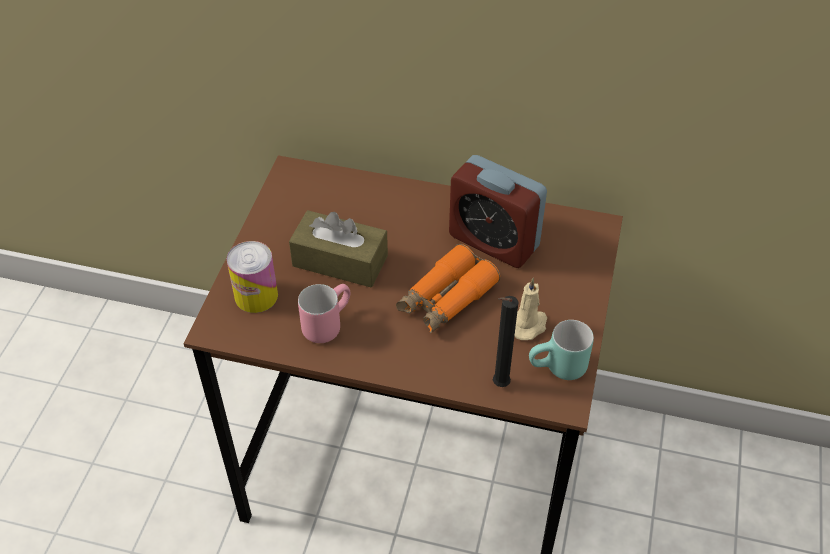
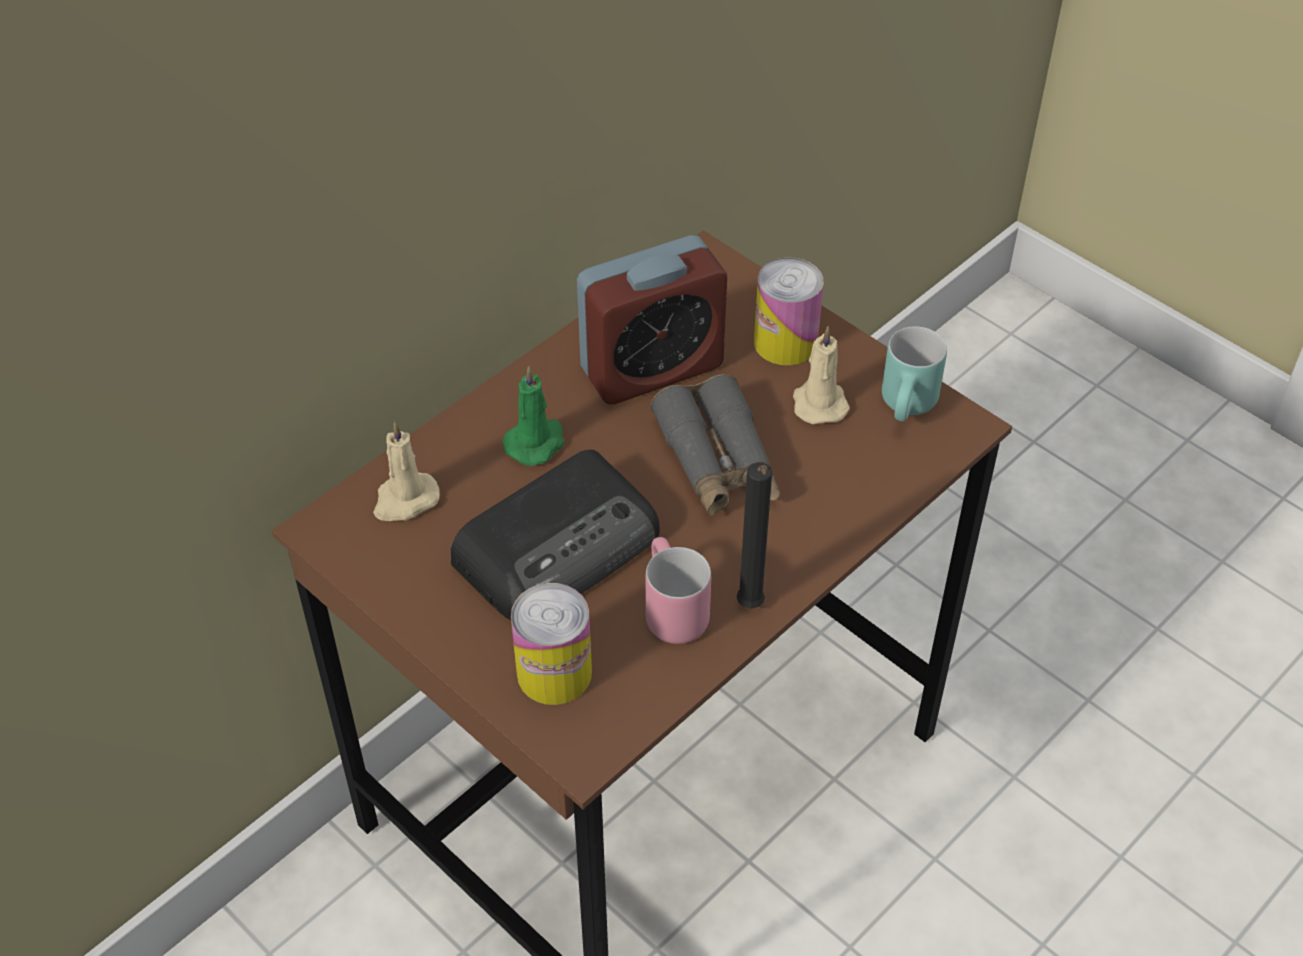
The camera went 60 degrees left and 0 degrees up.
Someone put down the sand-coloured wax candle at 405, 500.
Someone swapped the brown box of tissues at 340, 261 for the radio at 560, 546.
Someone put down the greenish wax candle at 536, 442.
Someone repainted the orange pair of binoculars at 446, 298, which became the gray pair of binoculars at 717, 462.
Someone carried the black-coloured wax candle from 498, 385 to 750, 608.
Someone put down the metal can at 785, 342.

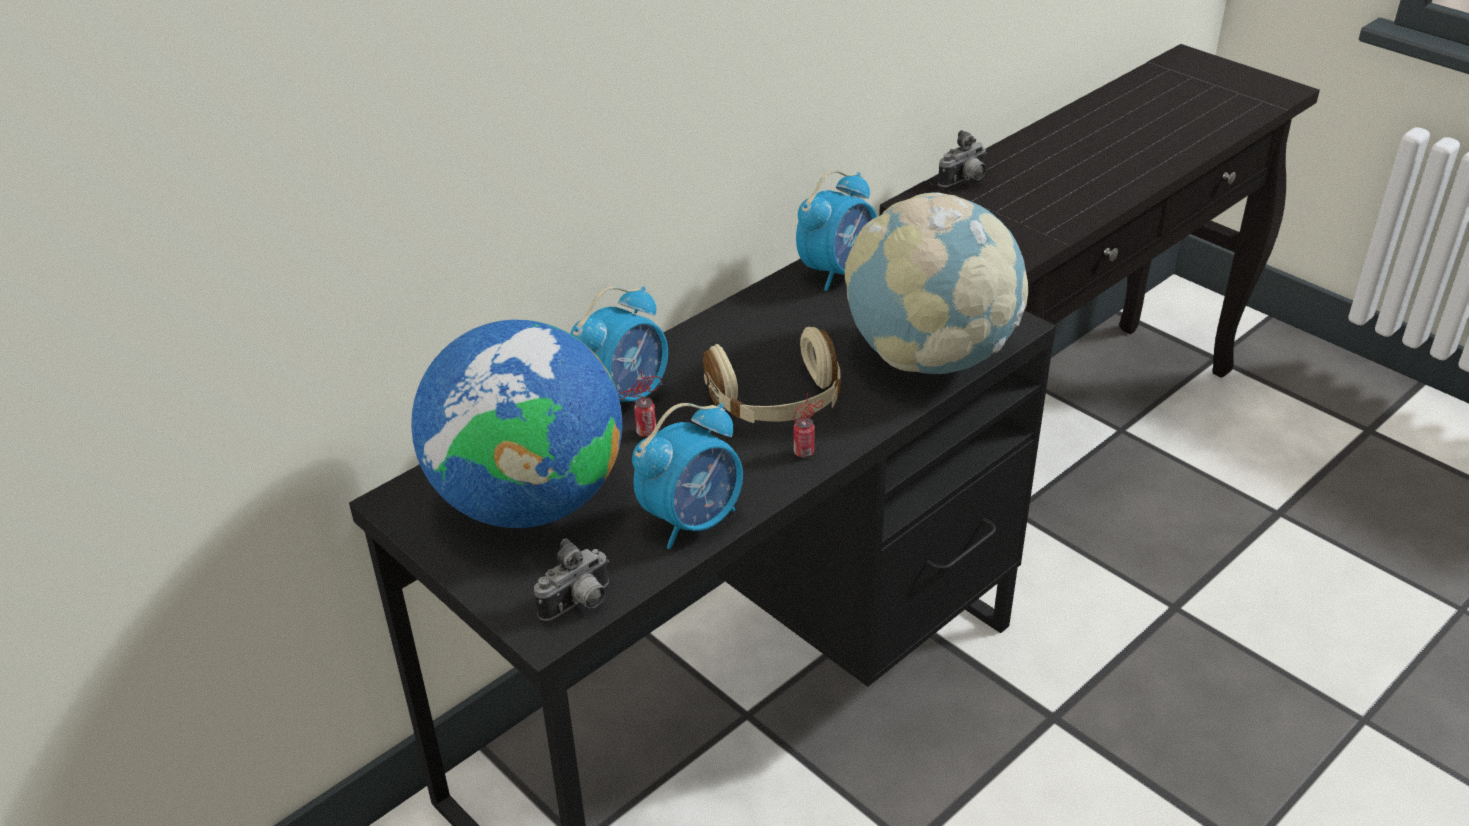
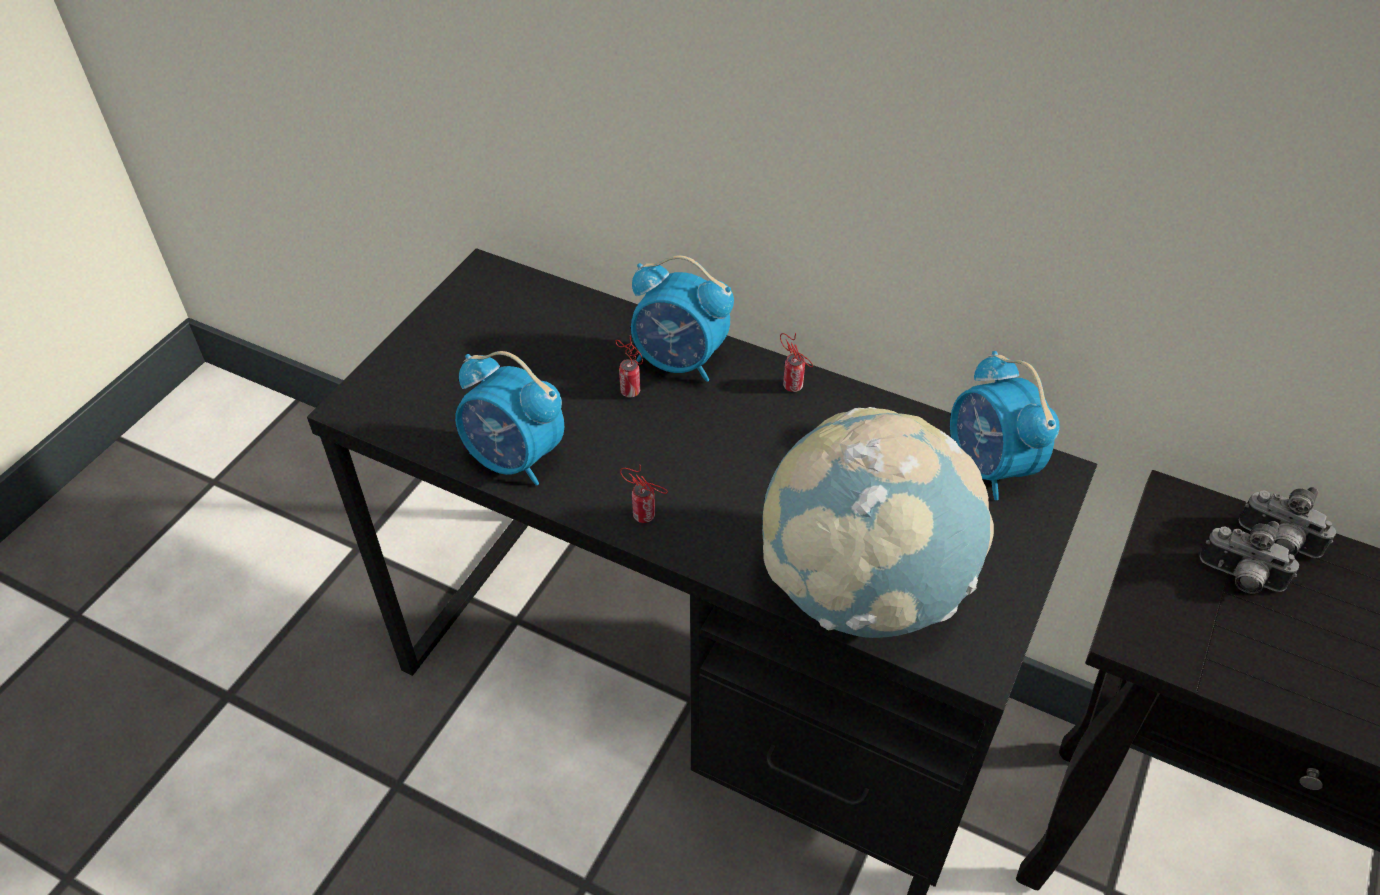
The camera went 70 degrees right and 10 degrees up.
Someone put down the metal can at 794, 388.
Someone rotated the bedside clock at 838, 271 by 45 degrees clockwise.
Someone carried the photo camera from 579, 604 to 1239, 579.
Someone took away the globe at 528, 501.
Someone took away the sand-coloured headset at 777, 402.

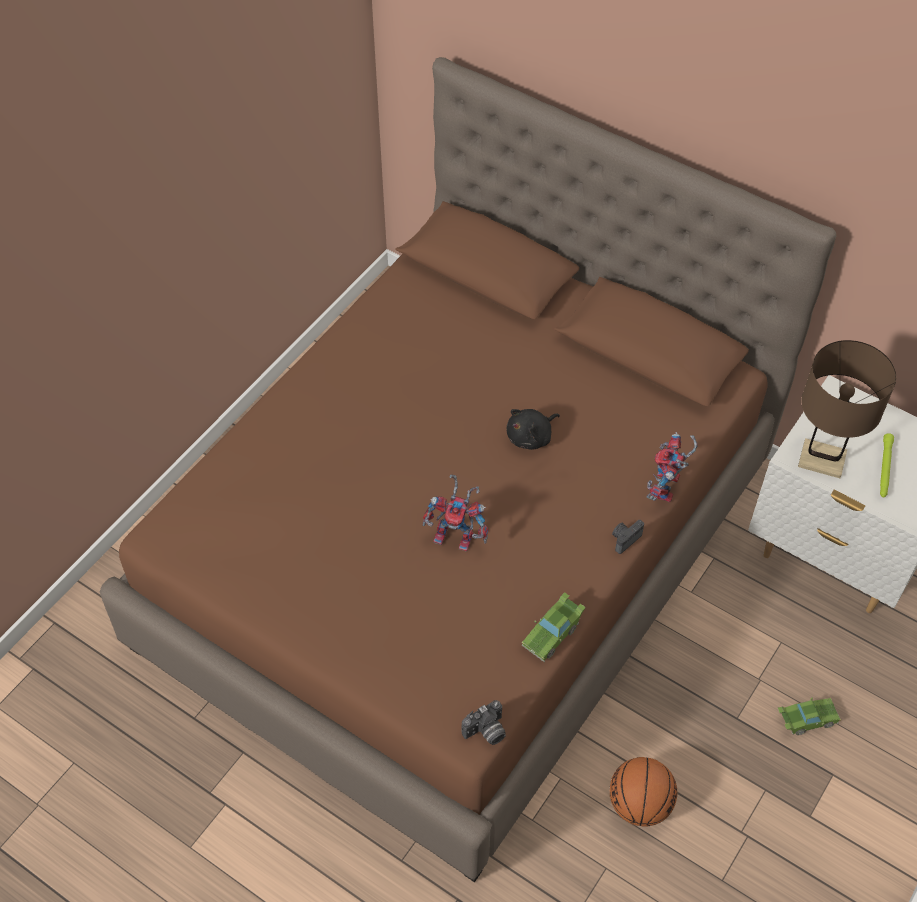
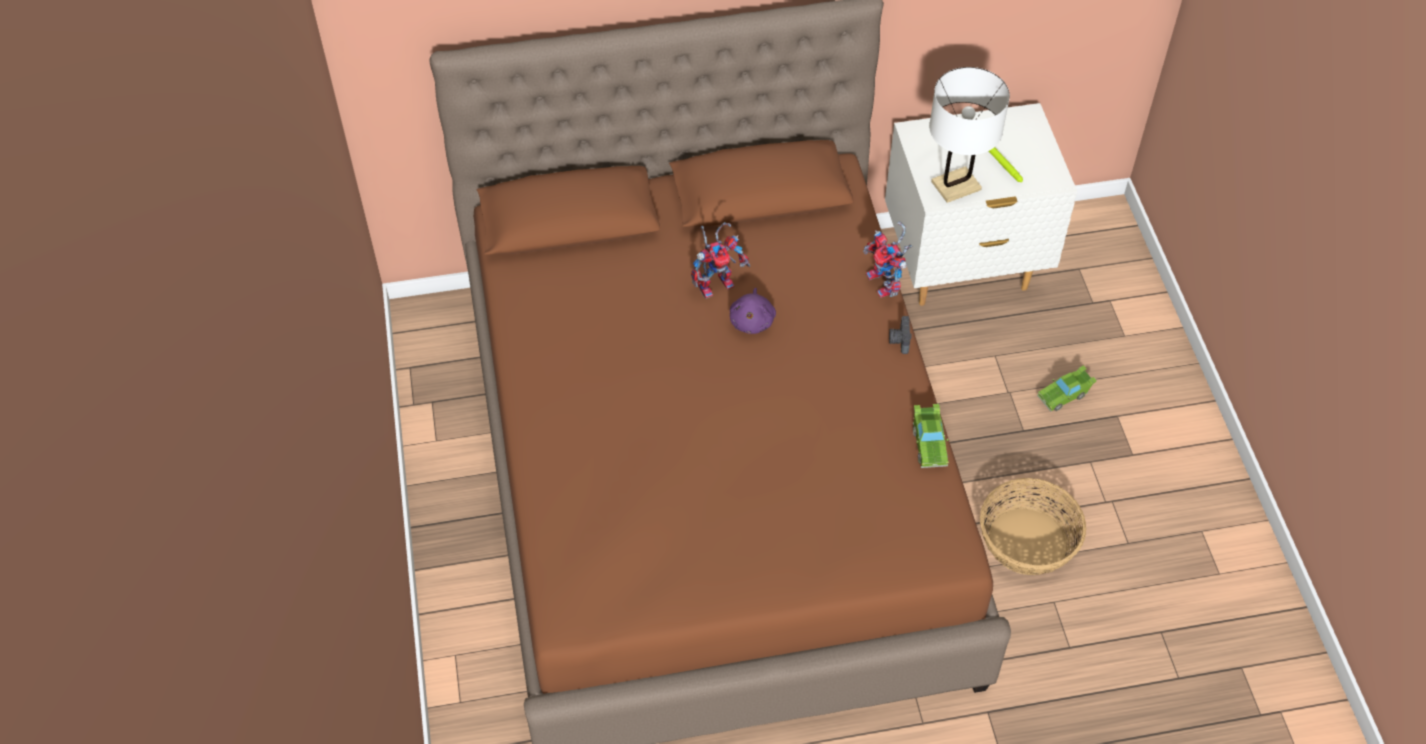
The camera went 45 degrees left and 0 degrees up.
Someone carried the model robot from 458, 536 to 717, 282.
Someone repainted the black-coloured soft toy at 531, 437, which became the purple soft toy at 752, 320.
Someone repainted the brown table lamp at 822, 459, which became the white table lamp at 956, 185.
Someone swapped the ball for basketball at 639, 804 for the storage basket at 1028, 541.
Someone rotated the greenish toy car at 805, 720 by 150 degrees counterclockwise.
Someone took away the photo camera at 486, 732.

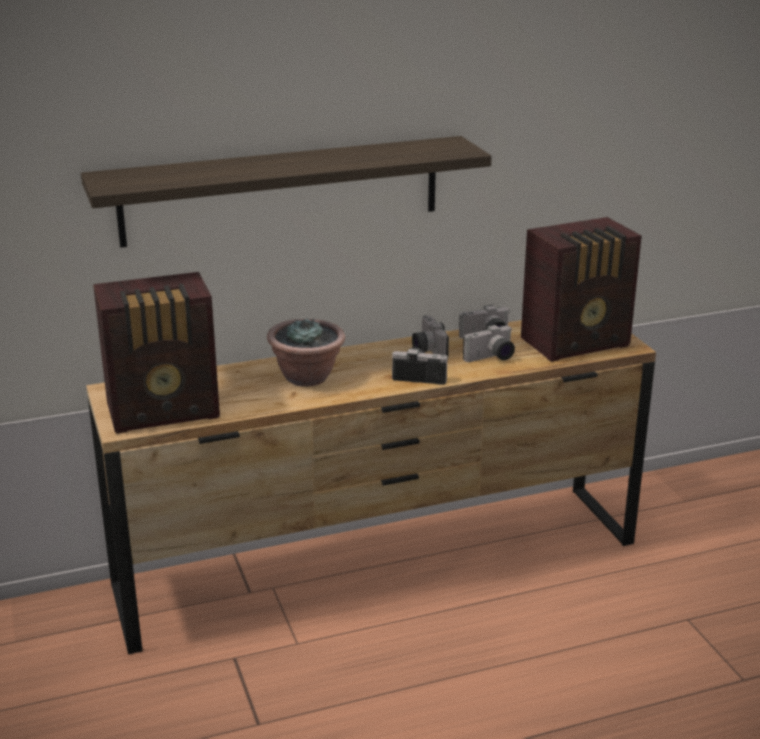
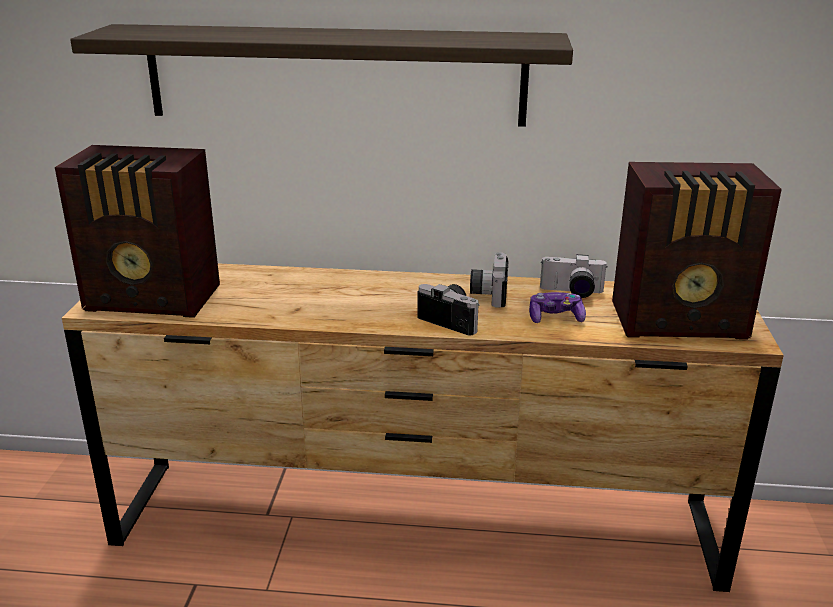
The camera went 25 degrees right and 0 degrees up.
Someone swapped the photo camera at 491, 358 for the gamepad at 555, 317.
Someone took away the potted plant at 307, 377.

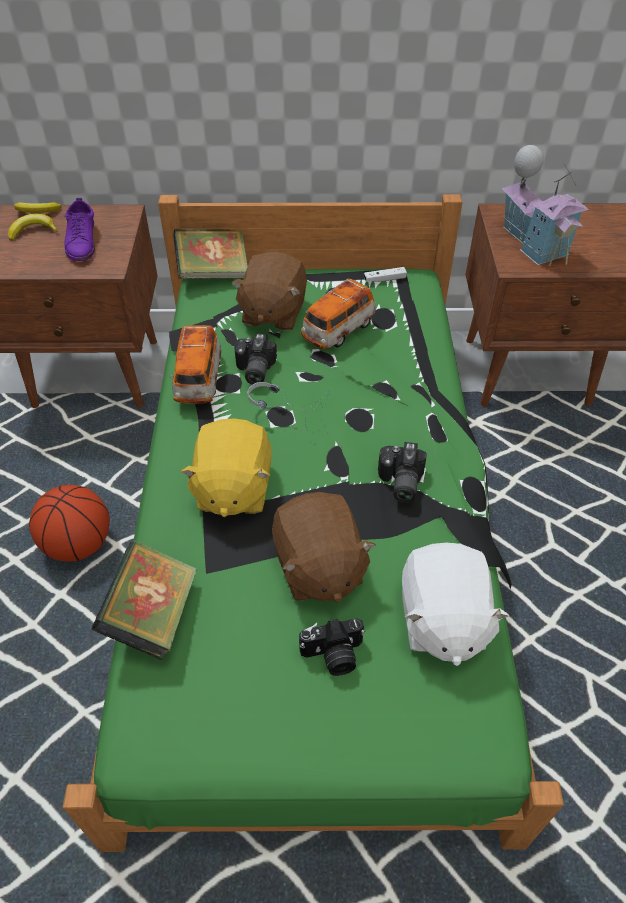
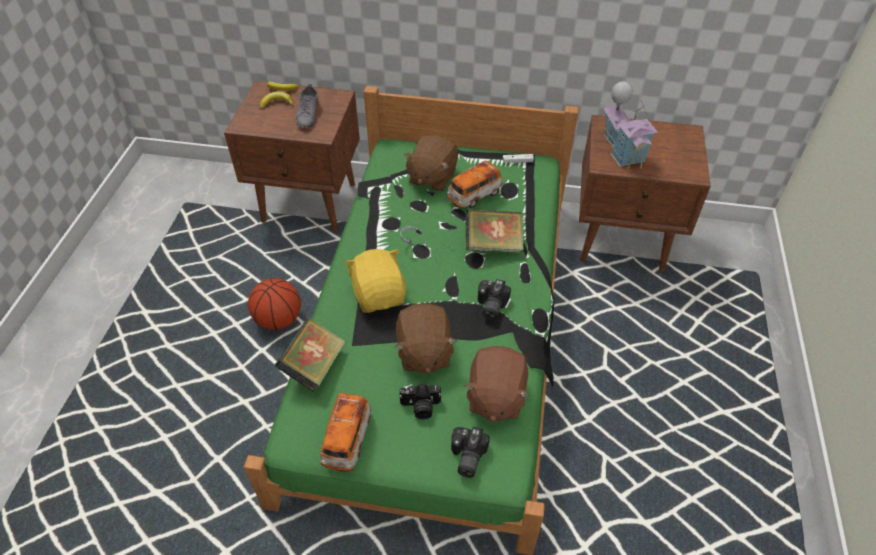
The camera went 10 degrees right and 0 degrees up.
Someone repainted the purple shoe at 82, 241, which became the gray shoe at 308, 114.
Someone carried the toy car from 199, 380 to 347, 439.
Someone rotated the yellowish soft toy at 232, 489 by 150 degrees clockwise.
Someone carried the photo camera from 253, 370 to 466, 457.
Someone repainted the white soft toy at 442, 620, which became the brown soft toy at 495, 396.
Someone carried the book from 213, 273 to 493, 244.

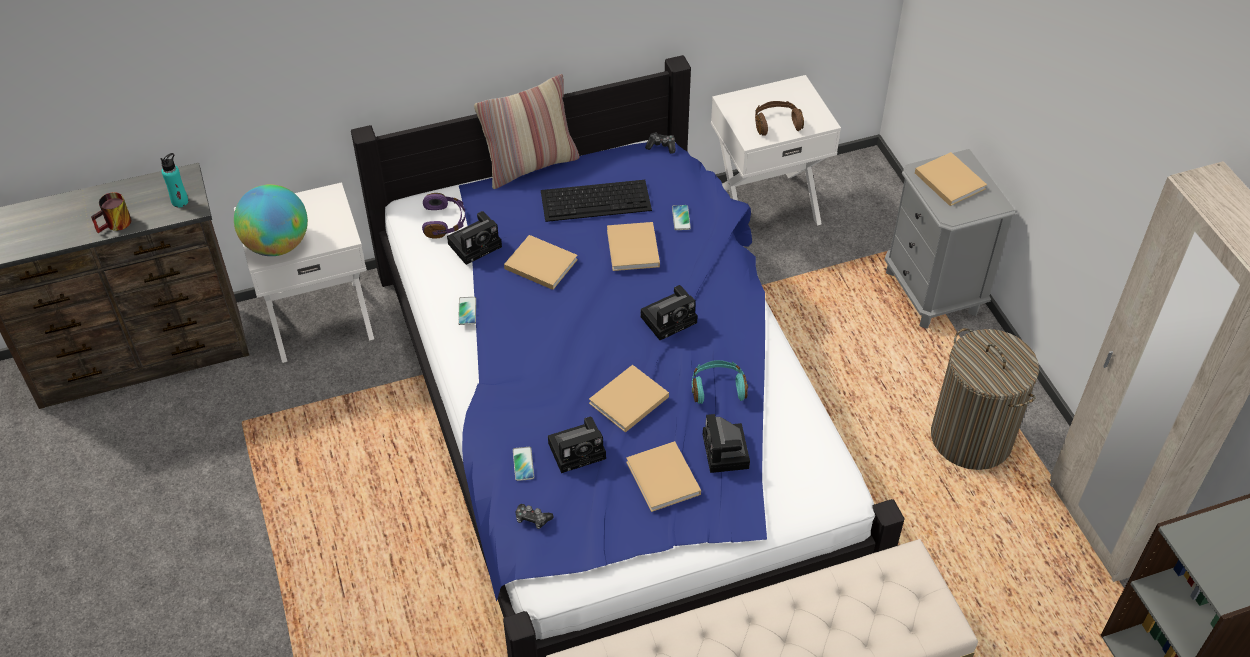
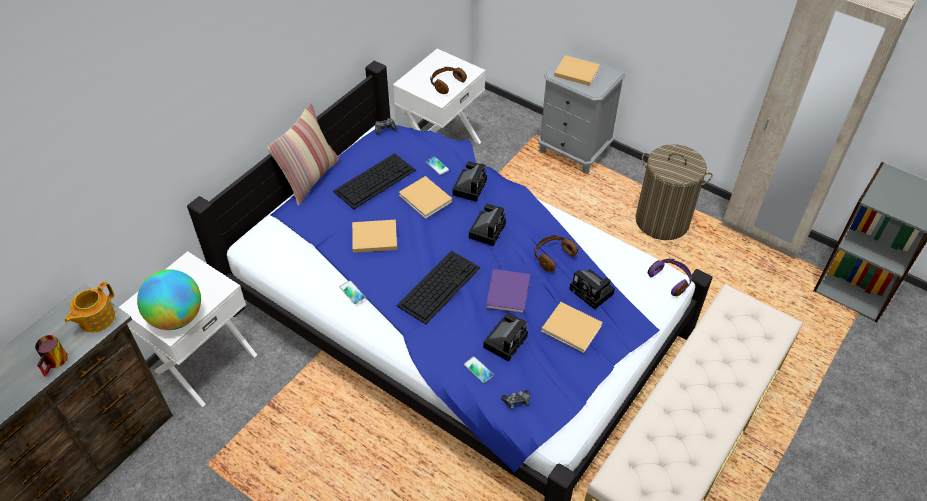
The camera went 35 degrees left and 0 degrees up.
Someone swapped the blue-green drink bottle at 180, 201 for the pot for tea at 96, 318.
Someone put down the computer keyboard at 439, 285.
Someone carried the photo camera from 476, 244 to 469, 186.
Someone repainted the sand-coloured book at 627, 401, which became the purple book at 507, 294.
Someone repainted the blue-green headset at 718, 387, which became the brown headset at 552, 256.
Someone carried the purple headset from 444, 222 to 671, 280.

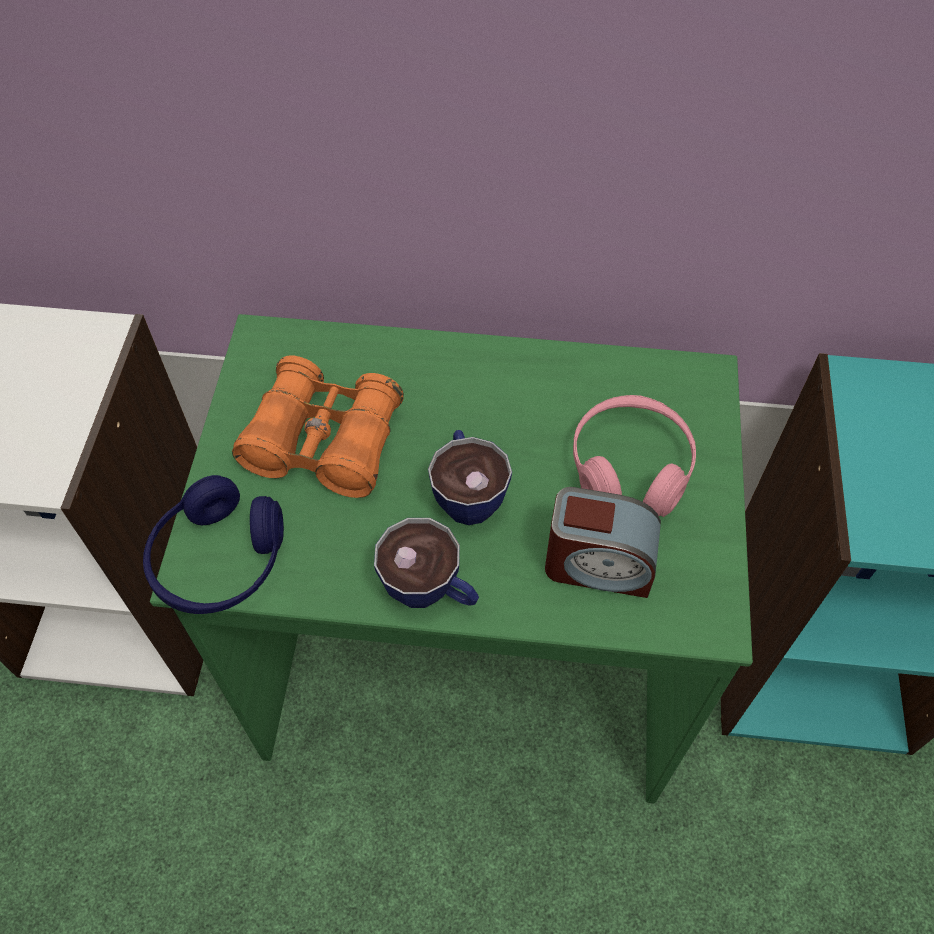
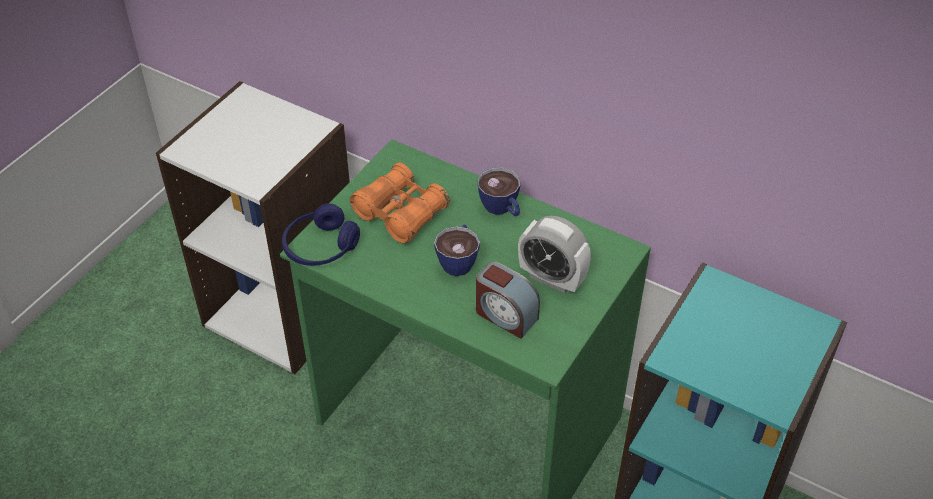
The camera went 25 degrees right and 10 degrees down.
Someone carried the cup from 431, 591 to 502, 209.
Someone swapped the pink headset at 630, 467 for the bedside clock at 552, 278.

